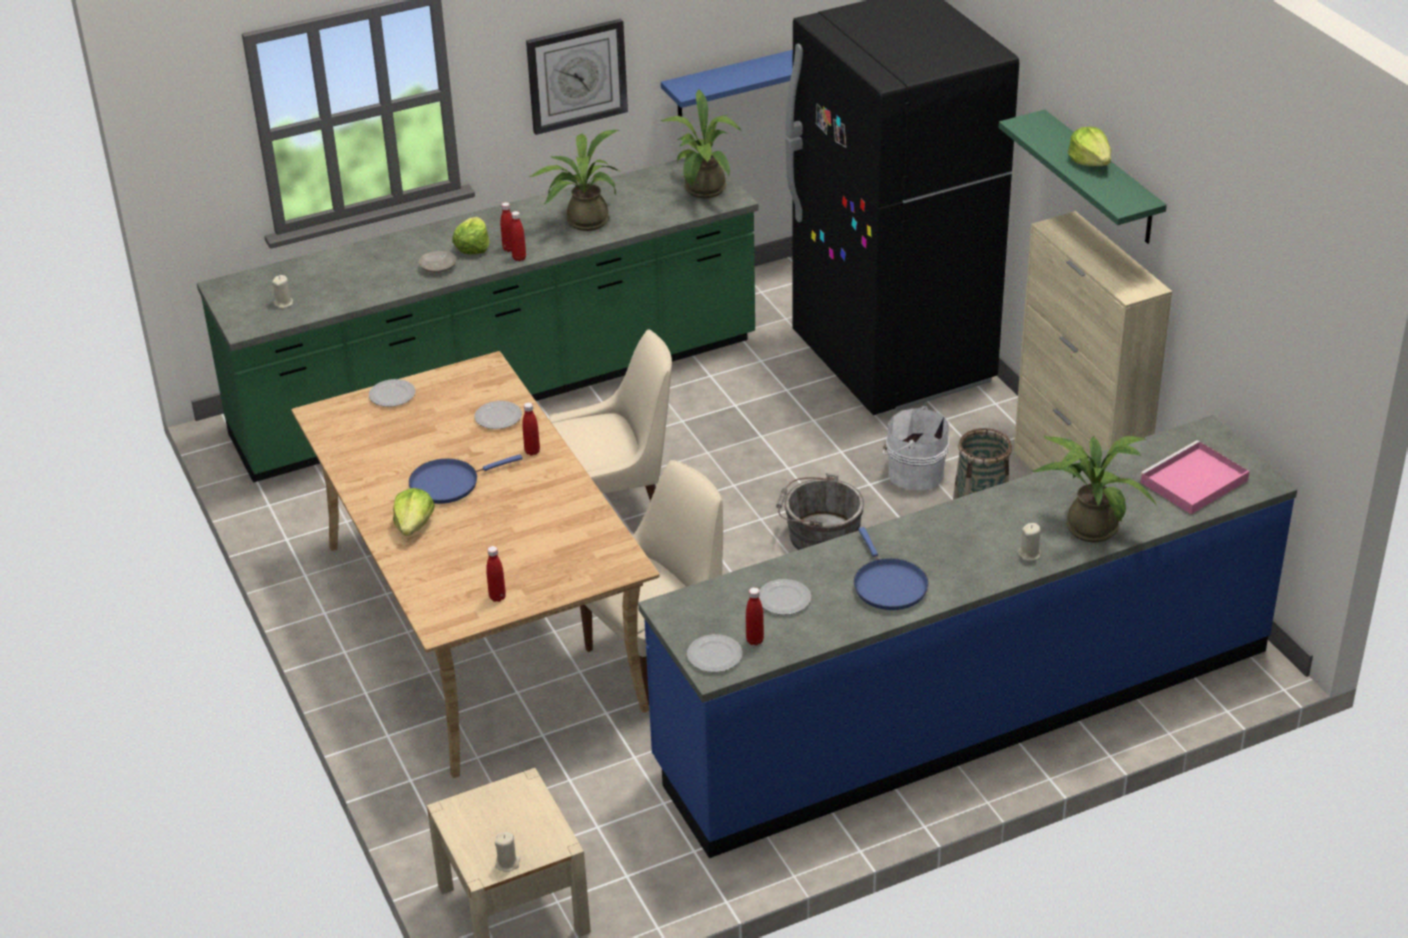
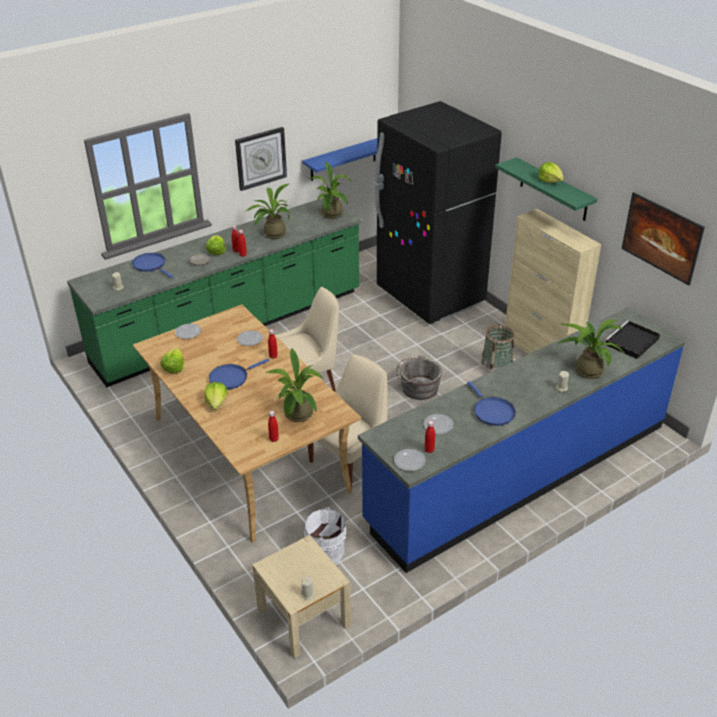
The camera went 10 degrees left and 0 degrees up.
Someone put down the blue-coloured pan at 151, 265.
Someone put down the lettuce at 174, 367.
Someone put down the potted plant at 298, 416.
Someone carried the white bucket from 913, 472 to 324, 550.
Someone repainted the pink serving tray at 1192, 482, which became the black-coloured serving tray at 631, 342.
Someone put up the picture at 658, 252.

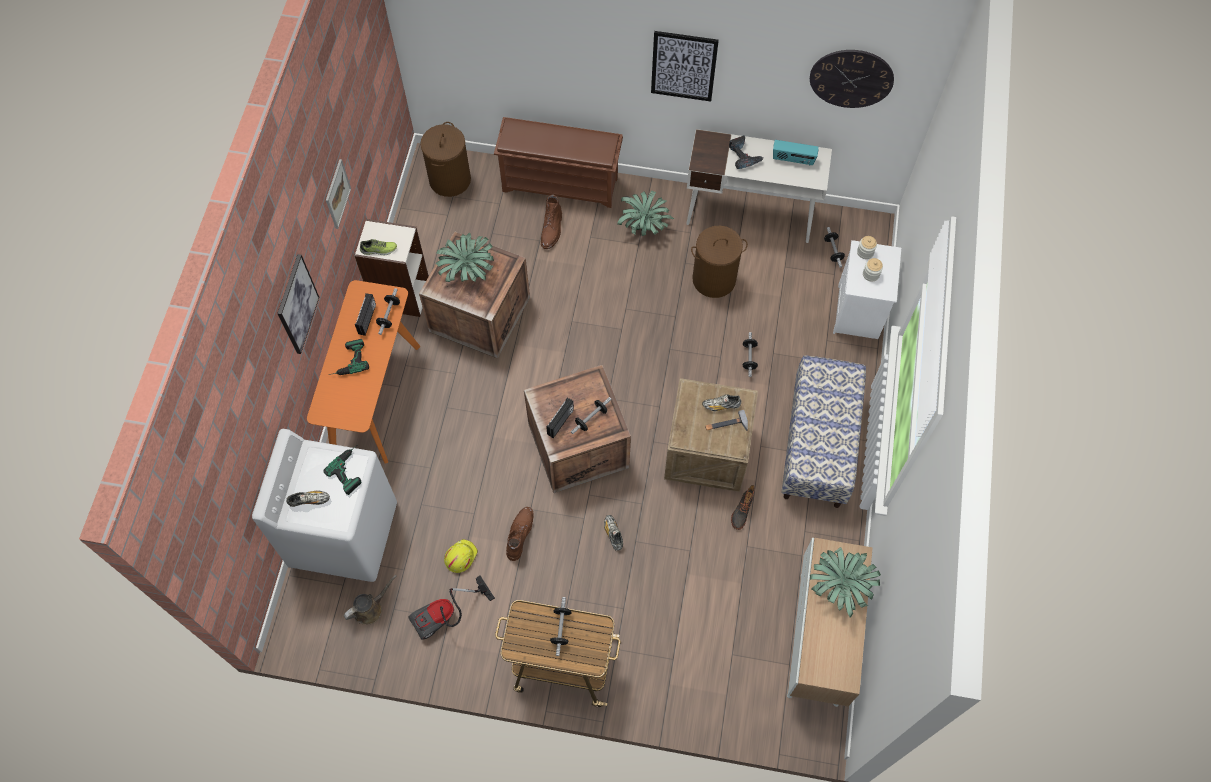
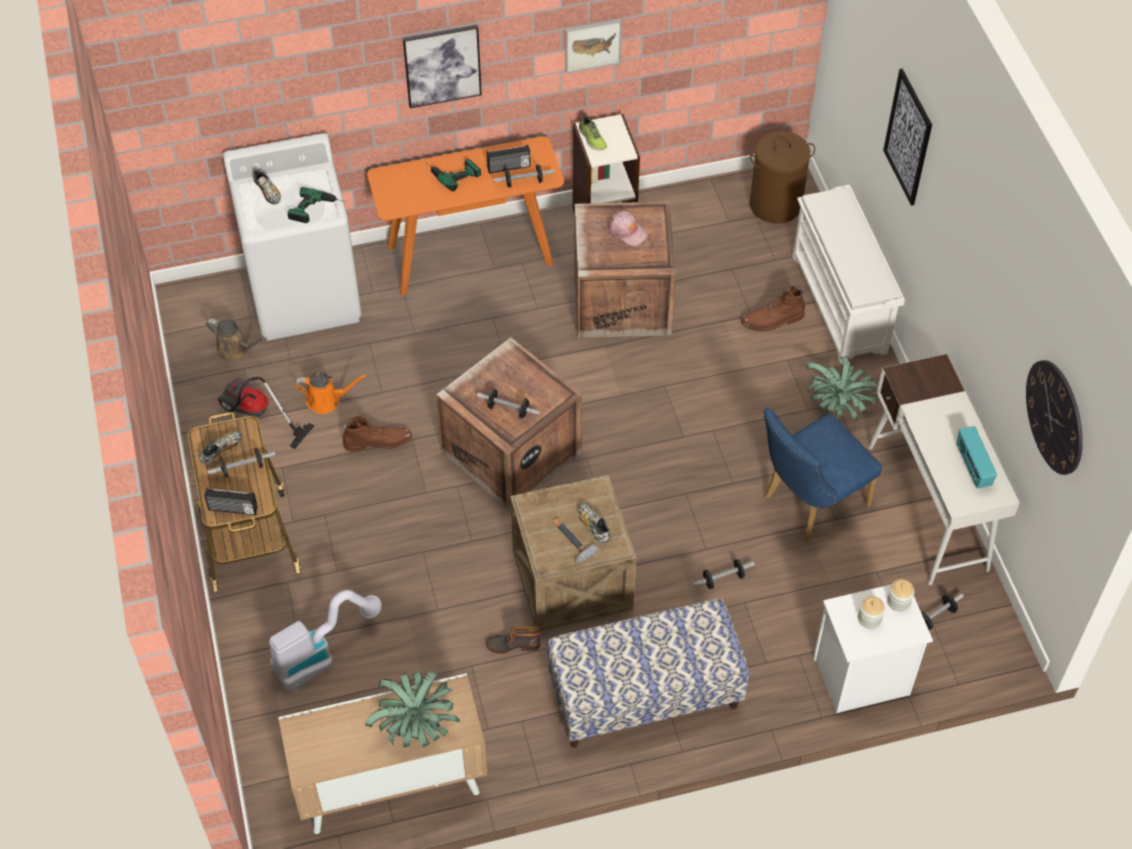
The camera went 65 degrees right and 10 degrees down.
Someone carried the shoe from 613, 534 to 221, 451.
Someone carried the radio from 561, 422 to 232, 509.
Someone put down the hoover at 321, 655.
Someone swapped the yellowish safety helmet at 460, 557 for the orange watering can at 327, 400.
Someone swapped the potted plant at 467, 270 for the pink cap at 627, 231.
Someone swapped the brown hamper at 713, 279 for the blue-coloured chair at 809, 503.
Someone repainted the brown shoe shelf at 561, 184, which became the white shoe shelf at 840, 305.
Someone carried the picture from 683, 66 to 908, 137.
Someone took away the drill at 743, 156.

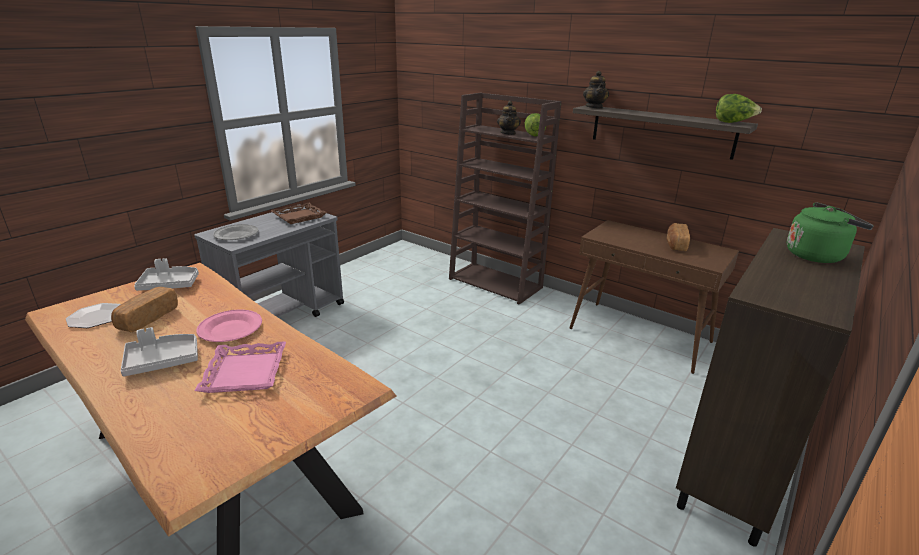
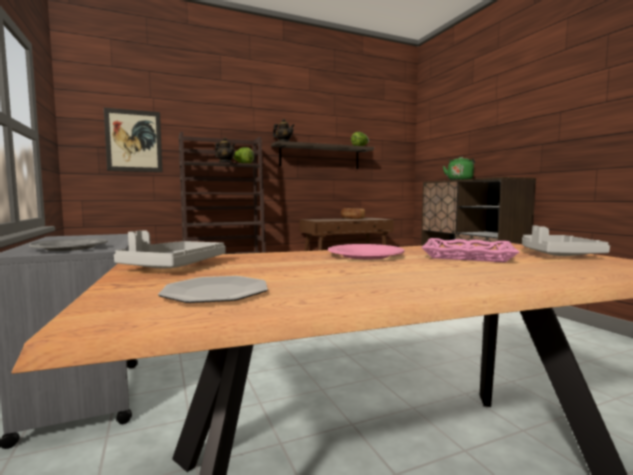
The camera went 60 degrees left and 20 degrees down.
Someone put up the picture at 134, 141.
Someone carried the gray serving tray from 162, 361 to 556, 255.
Someone took away the bakery bread at 147, 318.
Someone took away the brown serving tray at 299, 216.

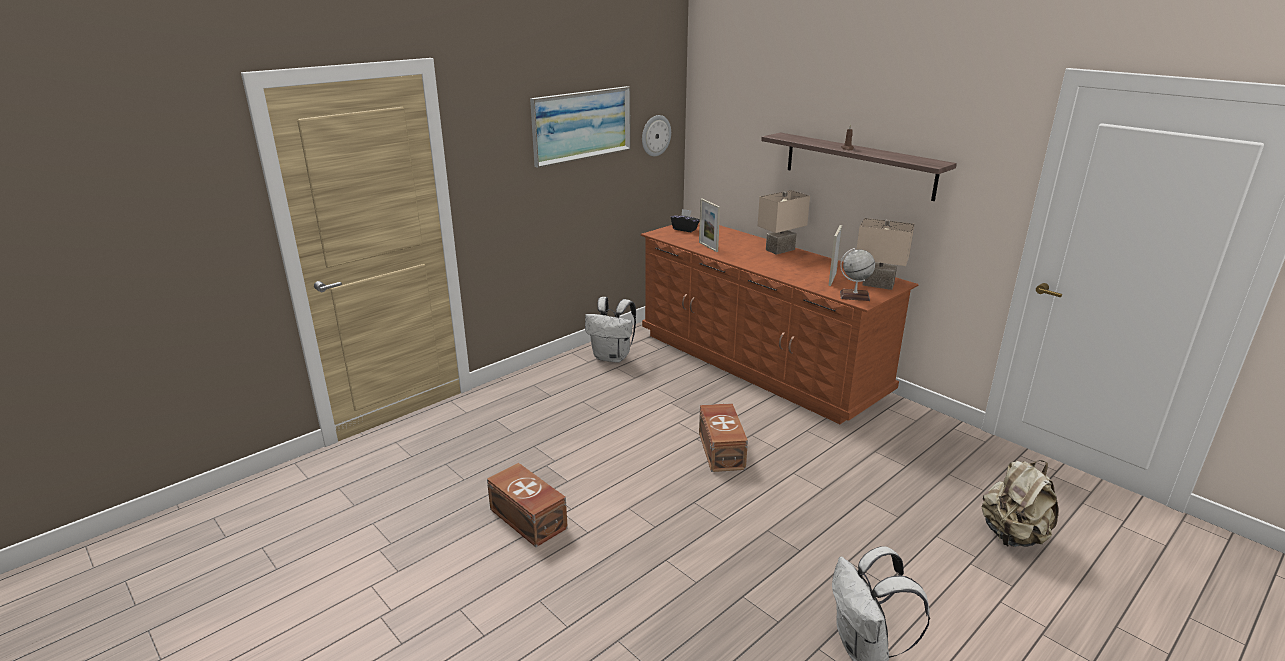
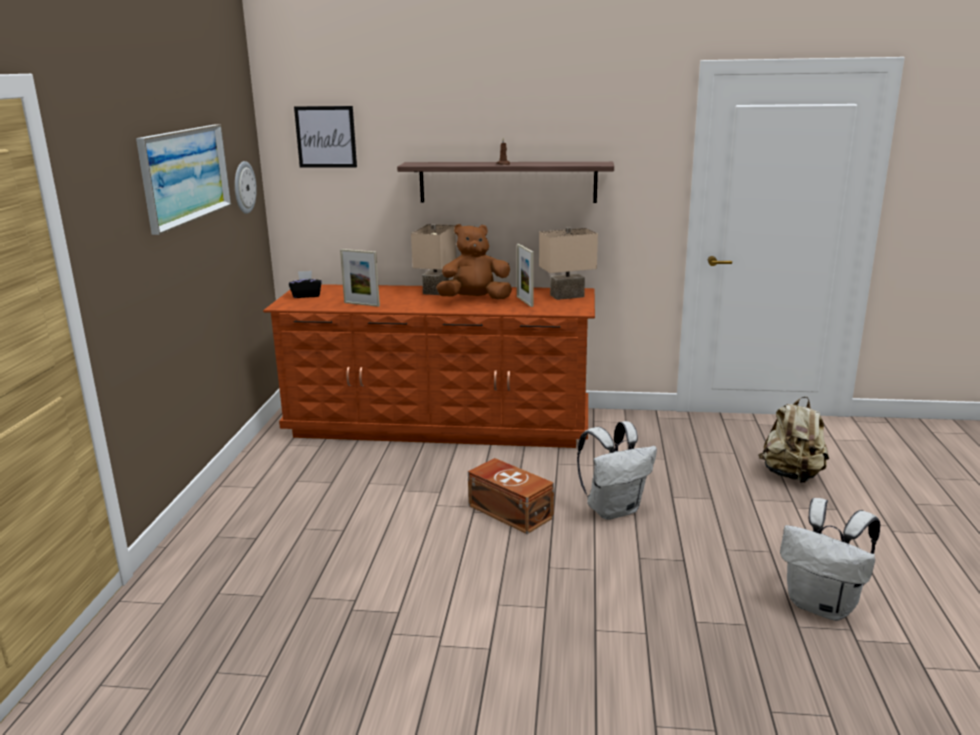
The camera went 40 degrees left and 5 degrees down.
Someone put up the picture at 326, 137.
Someone put down the brown soft toy at 475, 300.
Someone carried the white backpack from 612, 357 to 613, 509.
Someone took away the brown storage bin at 527, 519.
Someone took away the globe at 854, 296.

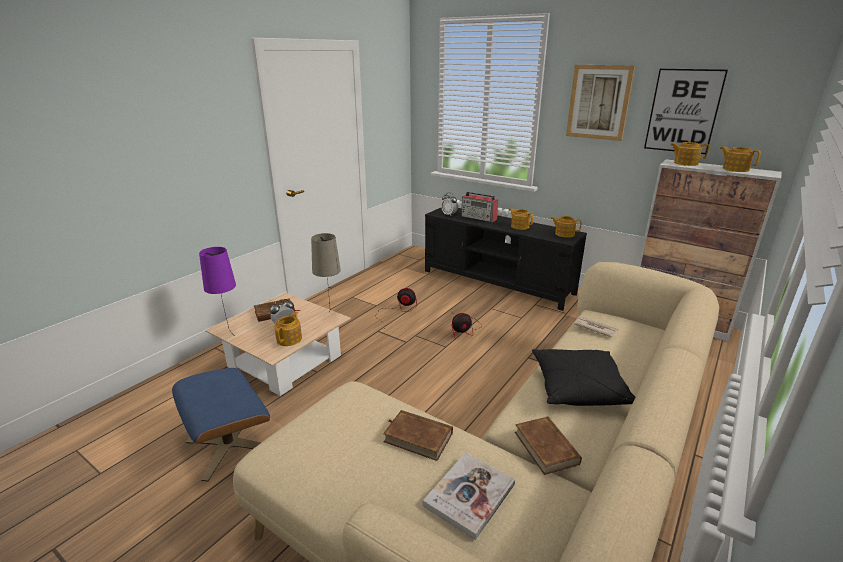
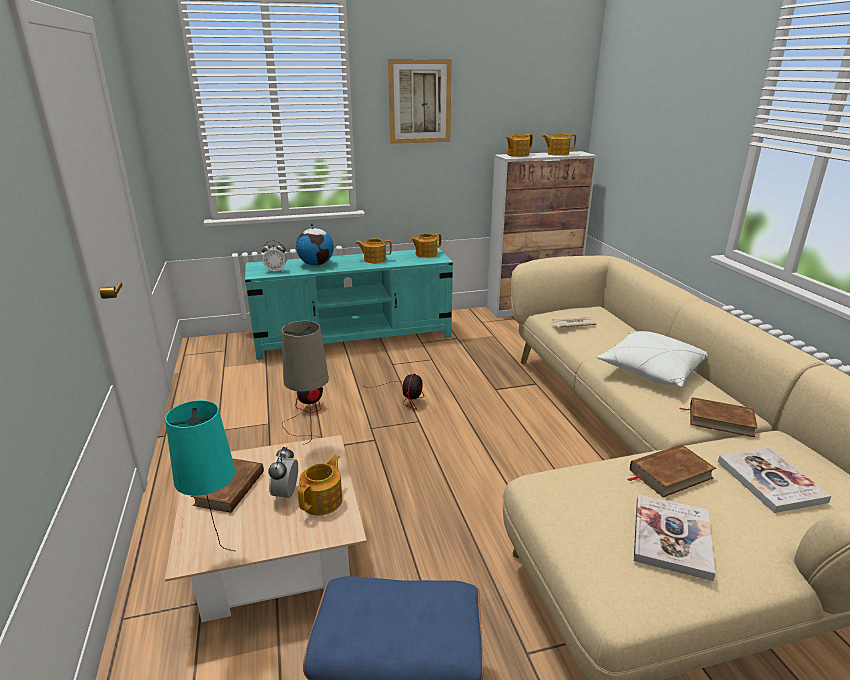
The camera went 50 degrees left and 0 degrees up.
Someone repainted the purple table lamp at 229, 333, which became the blue-green table lamp at 220, 554.
Someone repainted the black-coloured tv unit at 497, 282, which became the blue-green tv unit at 354, 337.
Someone swapped the radio at 479, 218 for the globe at 316, 264.
Someone rotated the pot for tea at 290, 339 by 60 degrees clockwise.
Someone repainted the black-coloured pillow at 578, 388, which became the white pillow at 650, 371.
Someone put down the book at 671, 537.
Someone took away the picture at 683, 111.

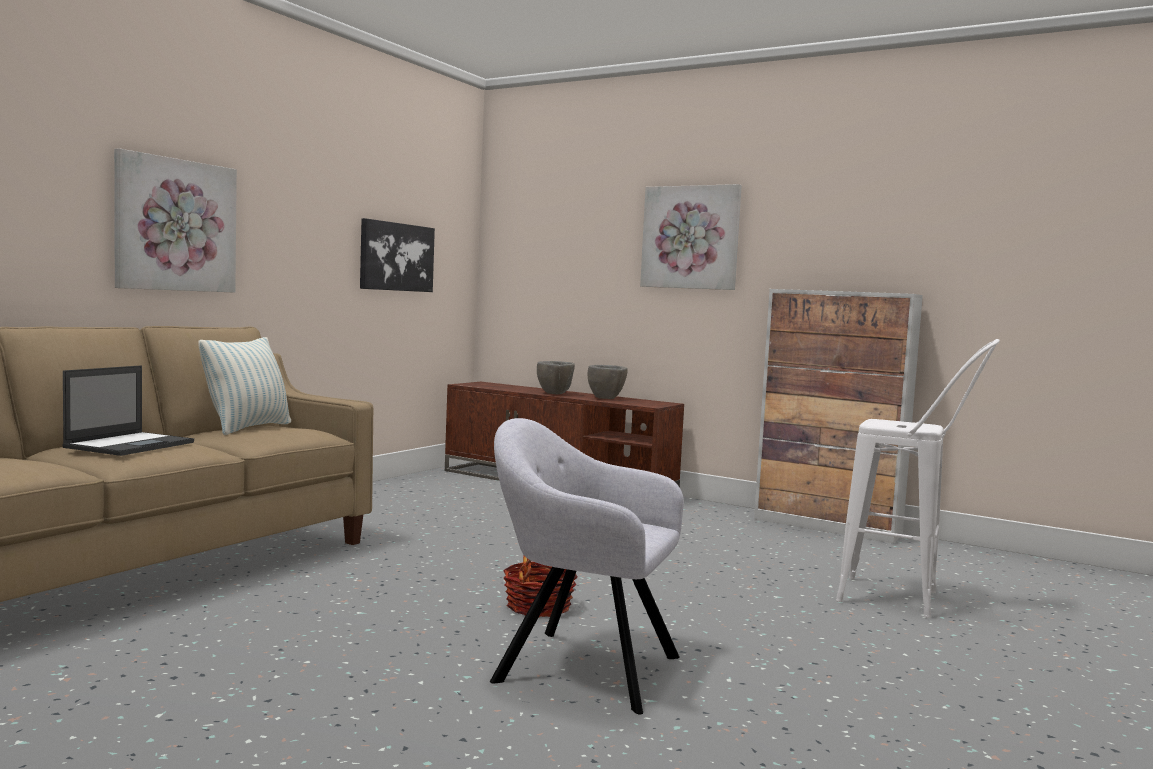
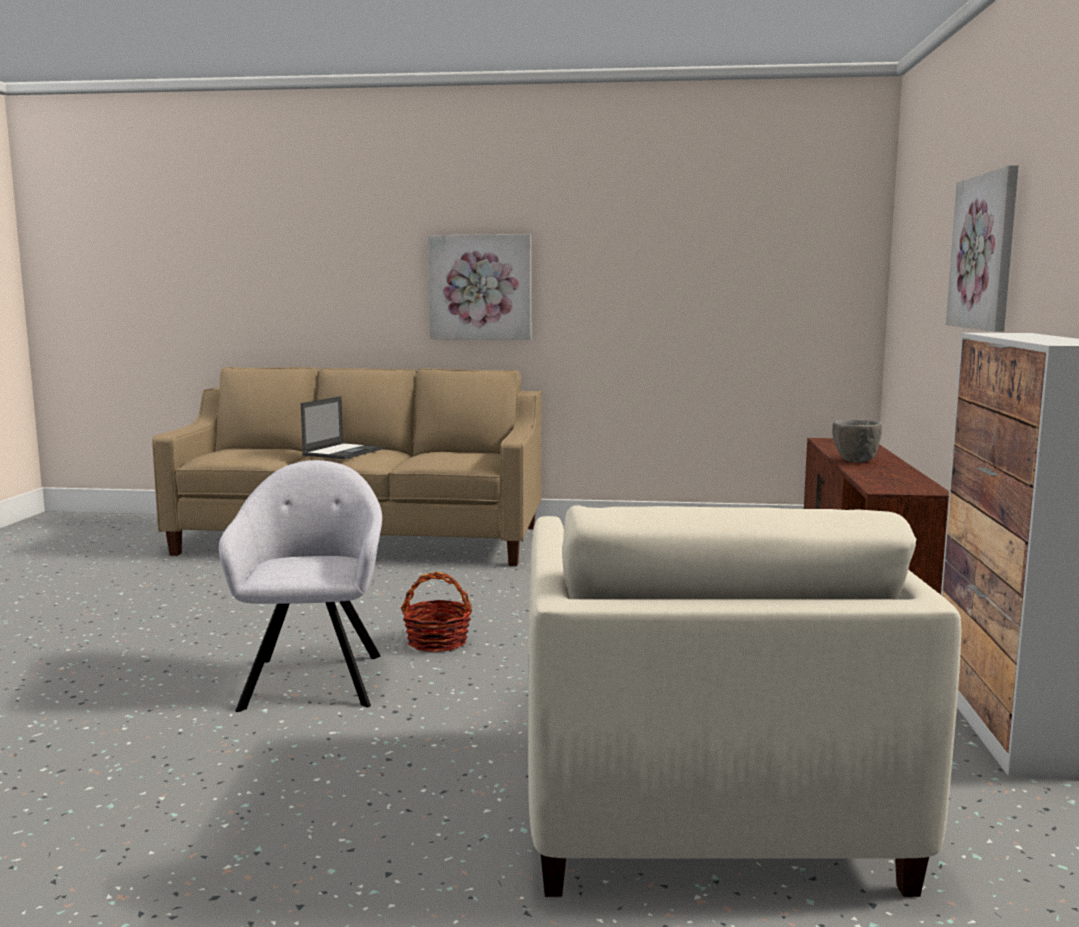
The camera went 65 degrees right and 5 degrees up.
Someone rotated the notebook computer at 131, 444 by 60 degrees counterclockwise.
Someone swapped the white sitting stool at 907, 601 for the sand-coloured armchair at 704, 801.
Someone took away the pillow at 247, 428.
Someone took away the picture at 396, 257.
Someone took away the gray bowl at 606, 398.

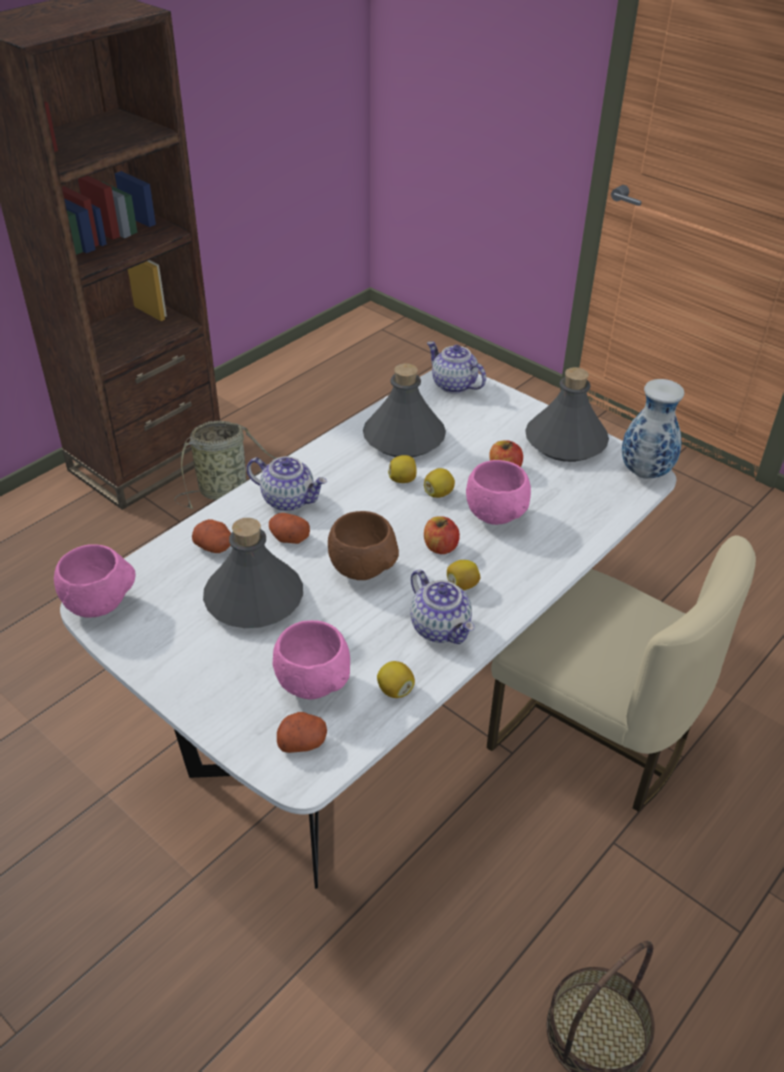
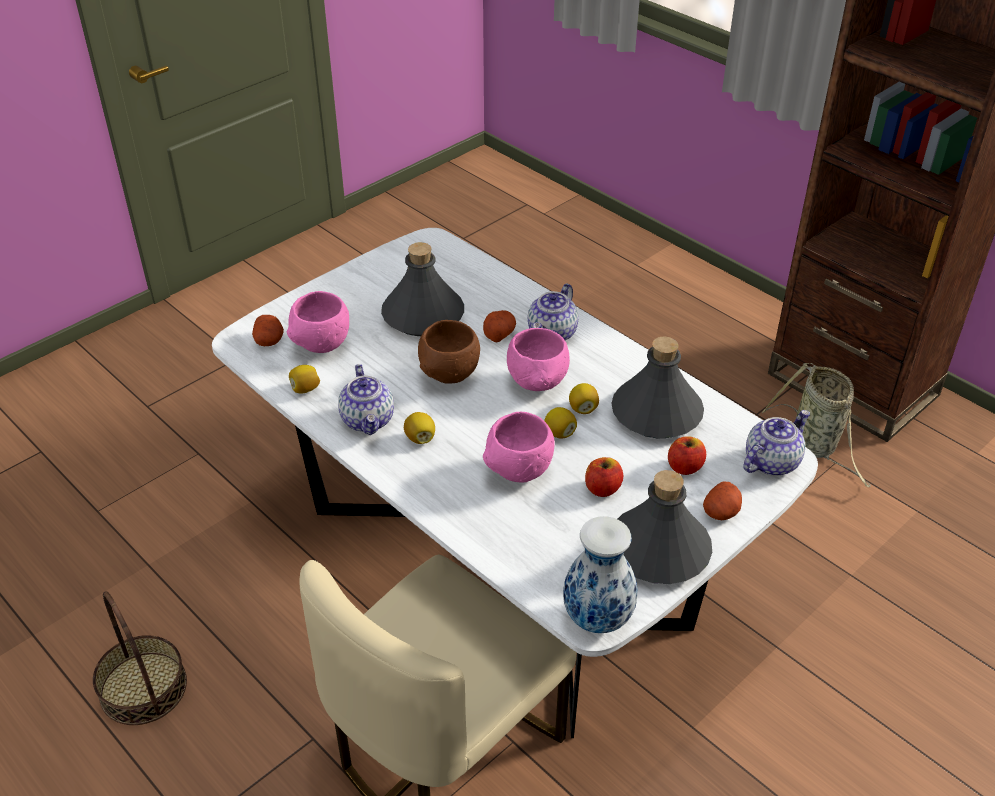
The camera went 95 degrees right and 0 degrees up.
Someone rotated the pot for tea at 441, 628 by 75 degrees counterclockwise.
Someone carried the pink bowl from 100, 606 to 537, 384.
Someone carried the apple from 440, 547 to 684, 467.
Someone carried the whole potato from 215, 546 to 721, 512.

